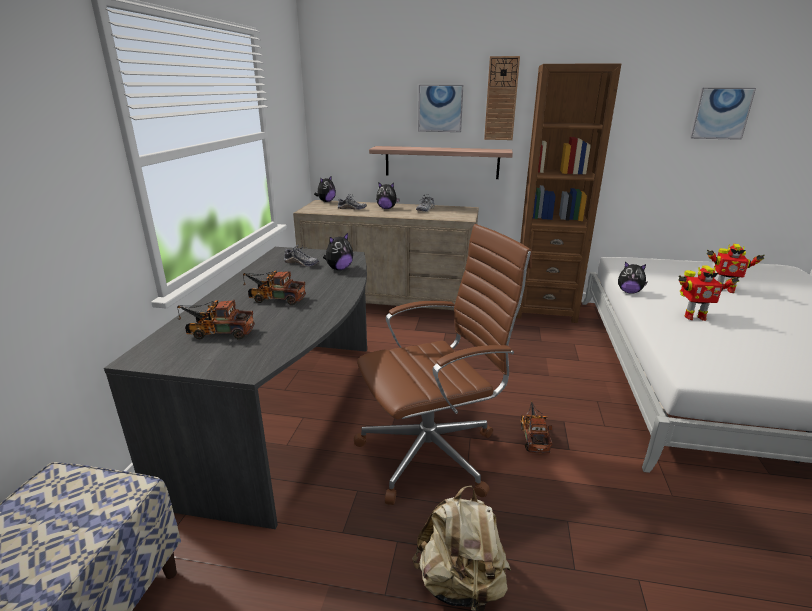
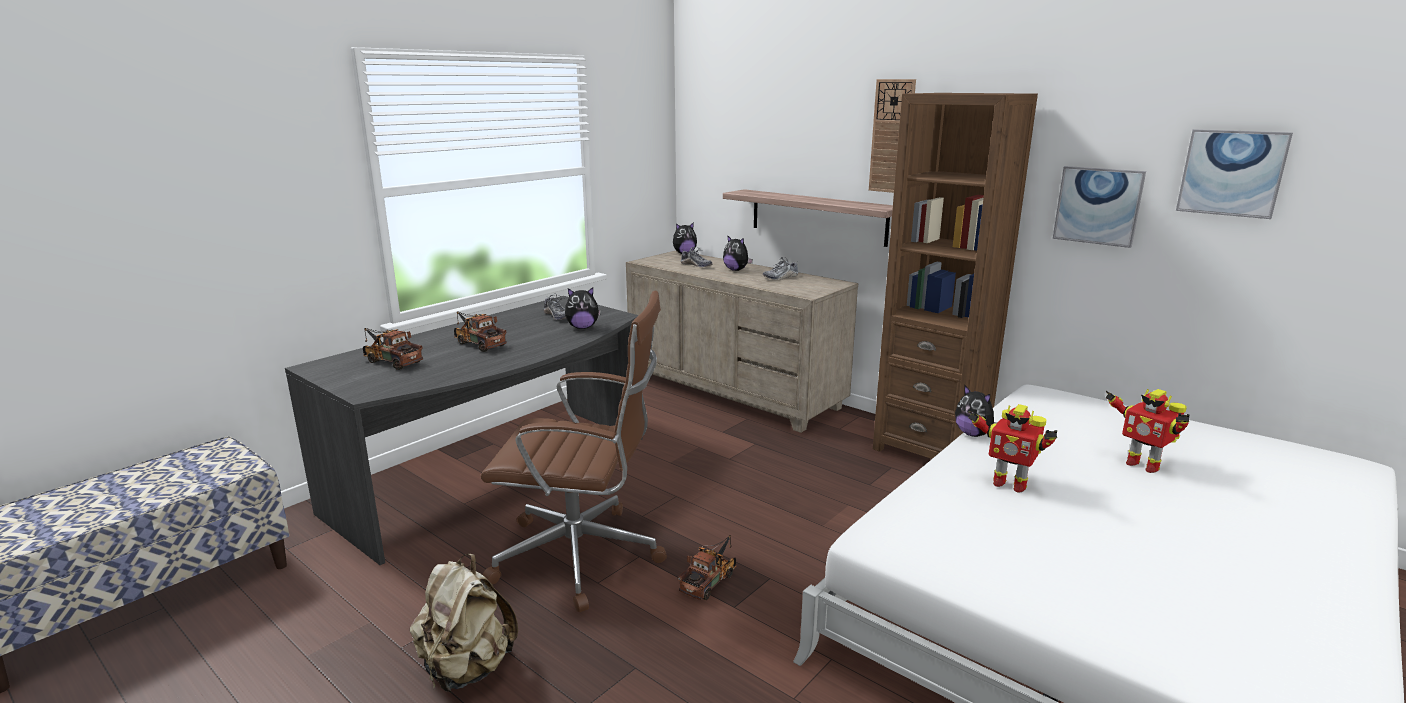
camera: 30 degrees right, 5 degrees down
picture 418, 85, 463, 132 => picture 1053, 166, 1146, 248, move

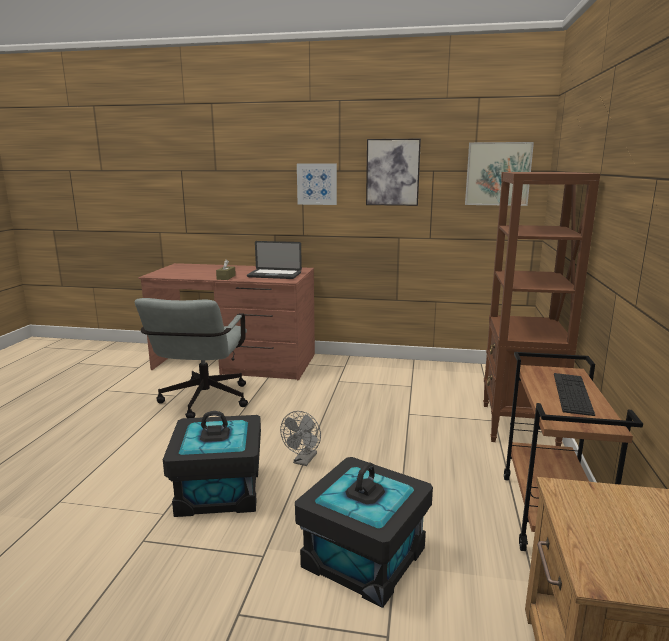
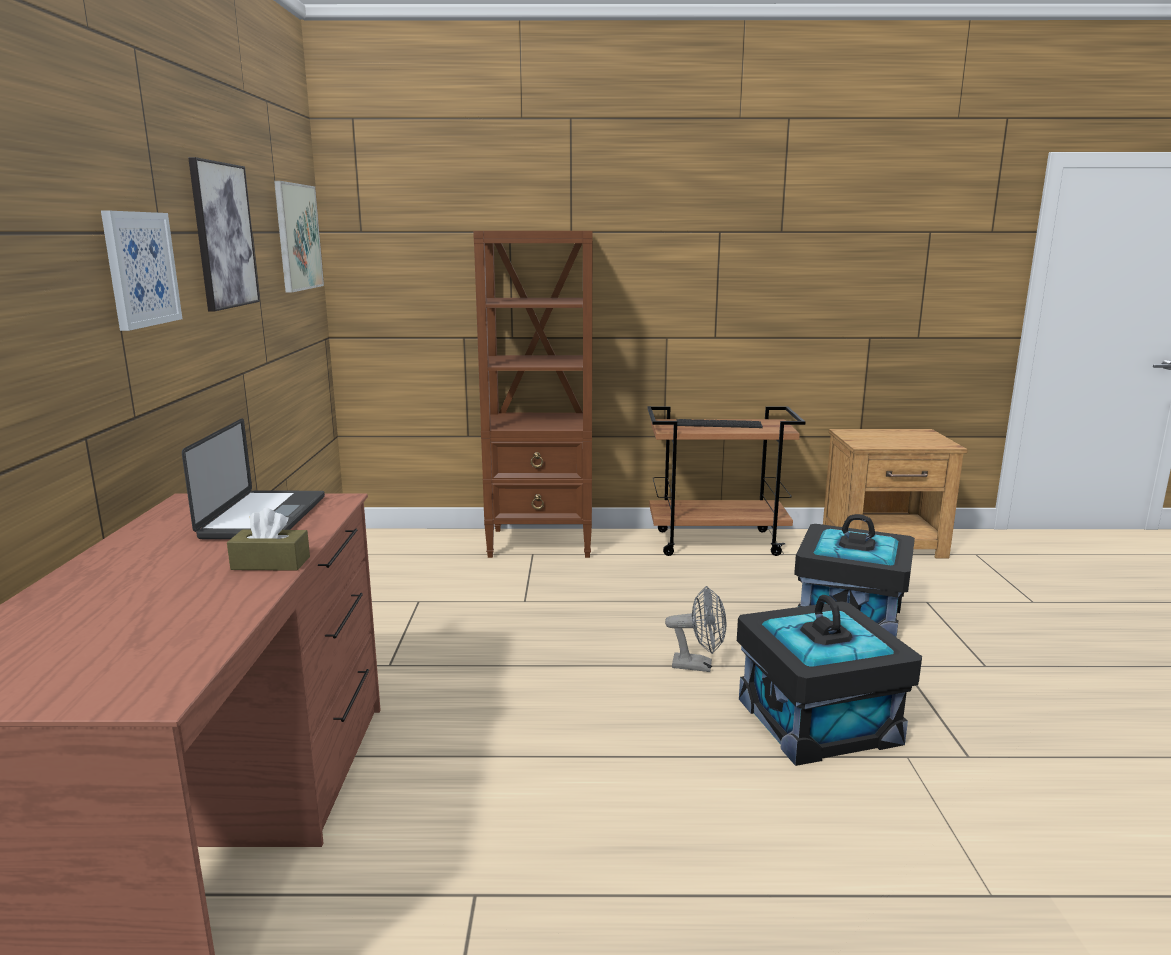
camera: 100 degrees left, 0 degrees up
grey office chair 135, 298, 248, 418 => nothing

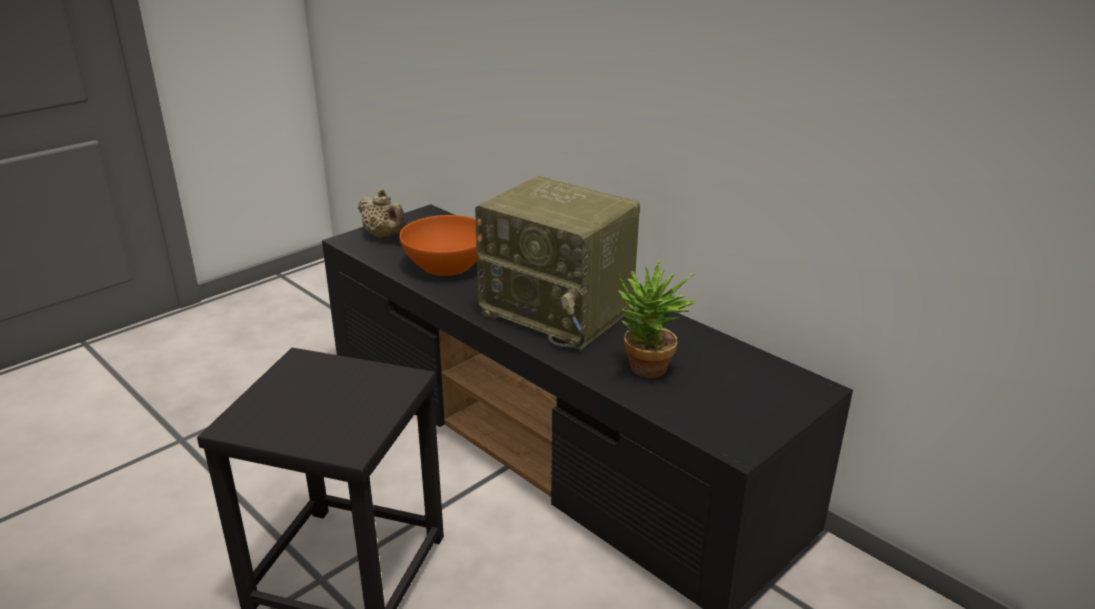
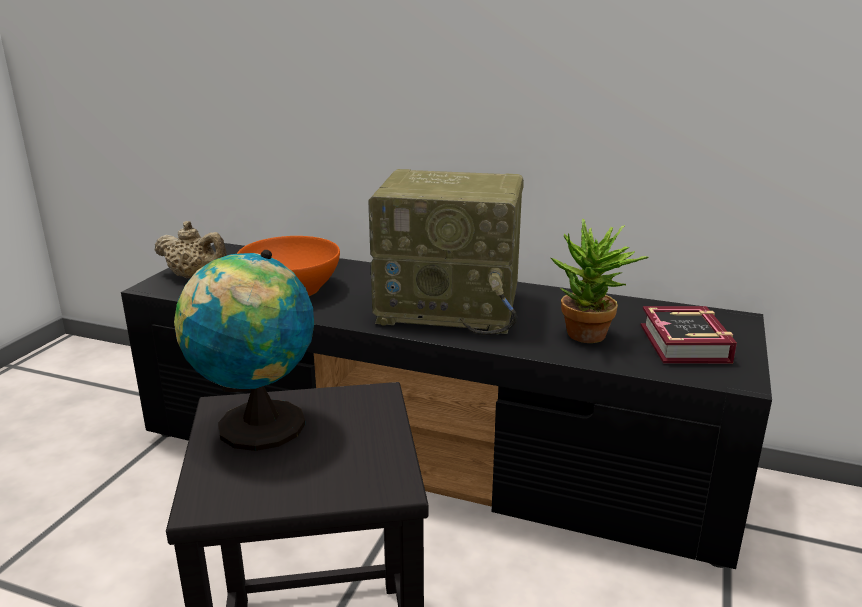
camera: 25 degrees left, 5 degrees down
nothing => globe 174, 250, 314, 451
nothing => book 641, 306, 737, 364

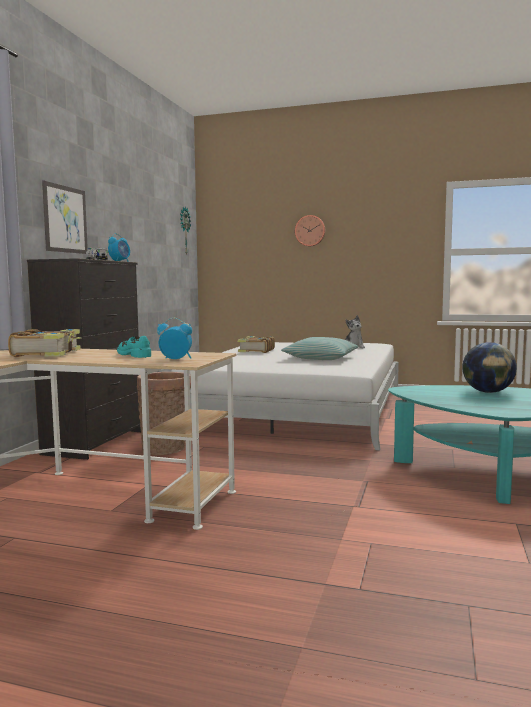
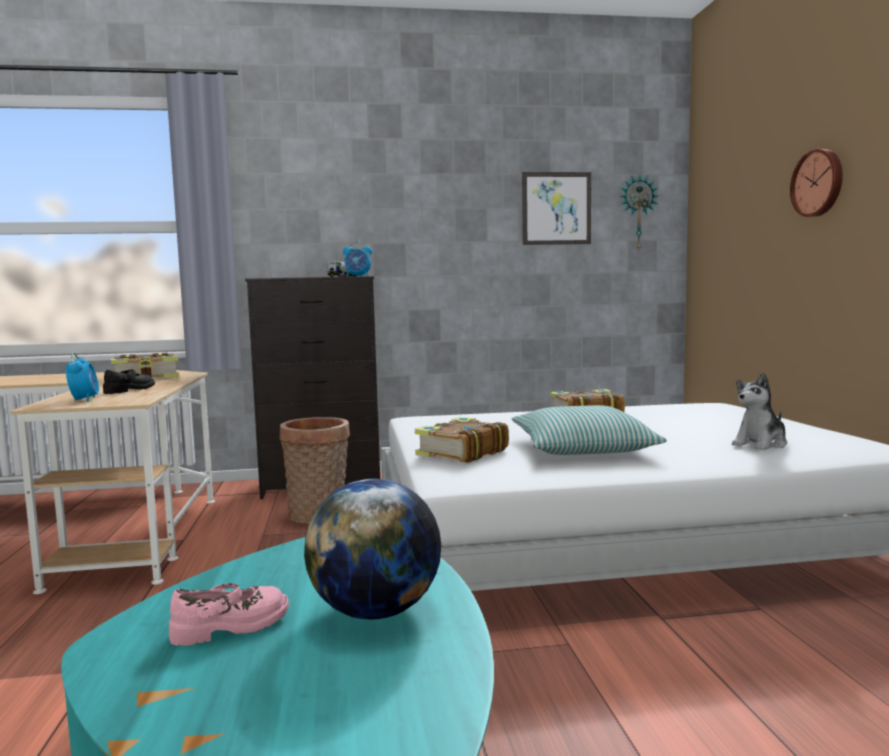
camera: 65 degrees right, 0 degrees up
picture 42, 181, 88, 254 => picture 522, 172, 591, 245, move
turquoise shoe 117, 336, 151, 358 => black shoe 103, 370, 155, 394
nothing => pink shoe 169, 583, 289, 646
nothing => book 415, 417, 509, 463

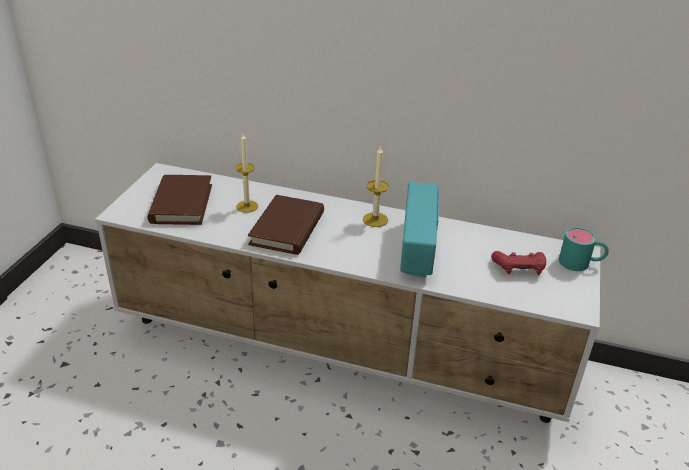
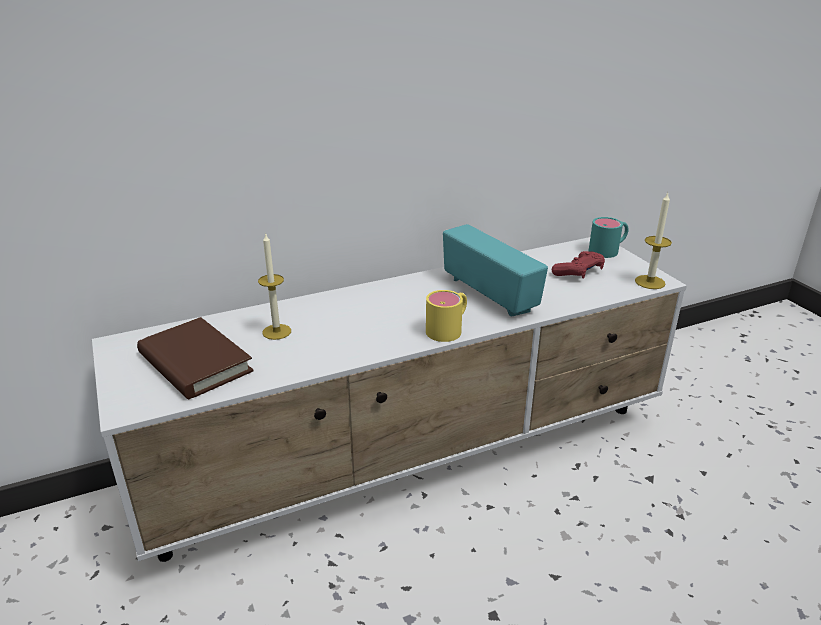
camera: 40 degrees left, 5 degrees down
brown book 248, 195, 324, 255 => nothing
candle 363, 145, 389, 227 => candle 635, 193, 672, 289, move
nothing => yellow mug 426, 290, 467, 342

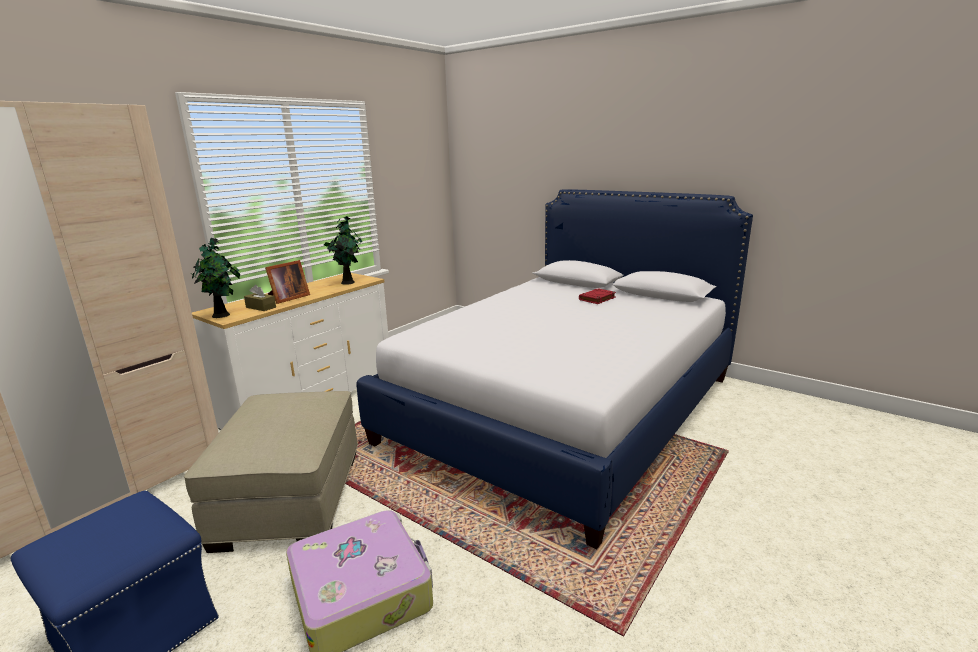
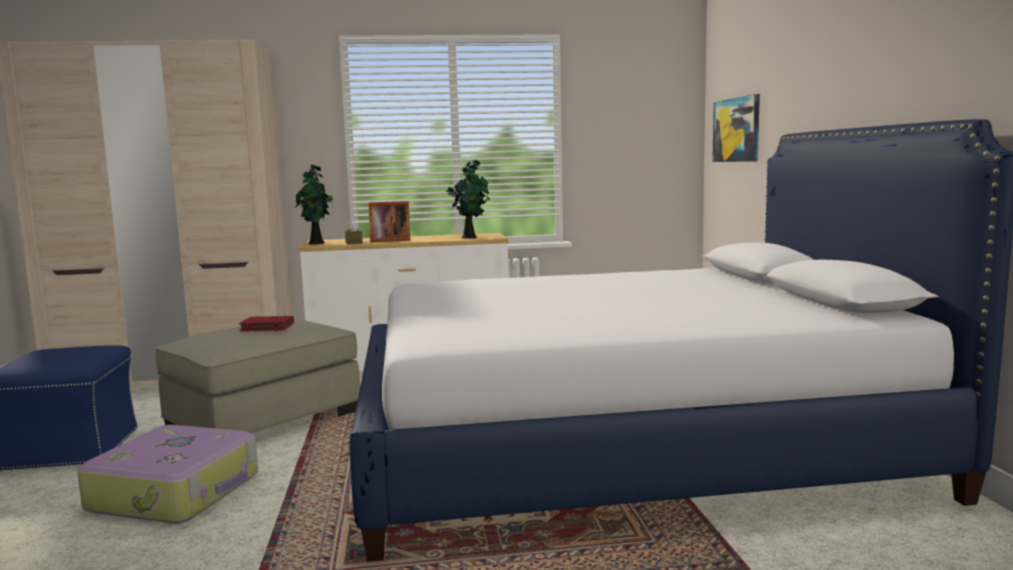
camera: 45 degrees right, 10 degrees down
red book 579, 288, 616, 304 => red book 239, 316, 294, 332, move
nothing => picture 712, 94, 760, 162

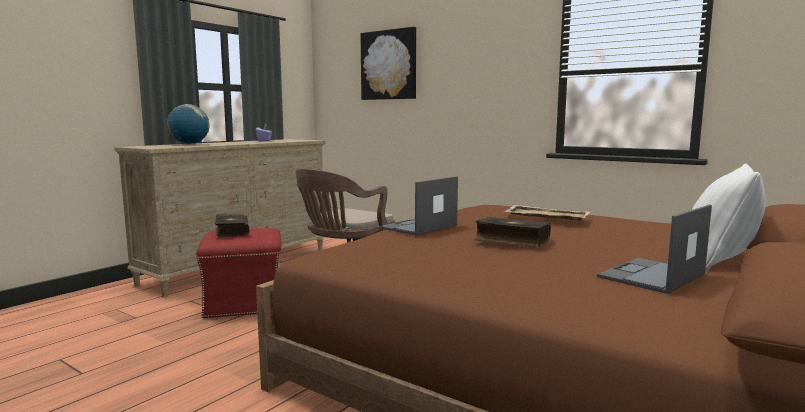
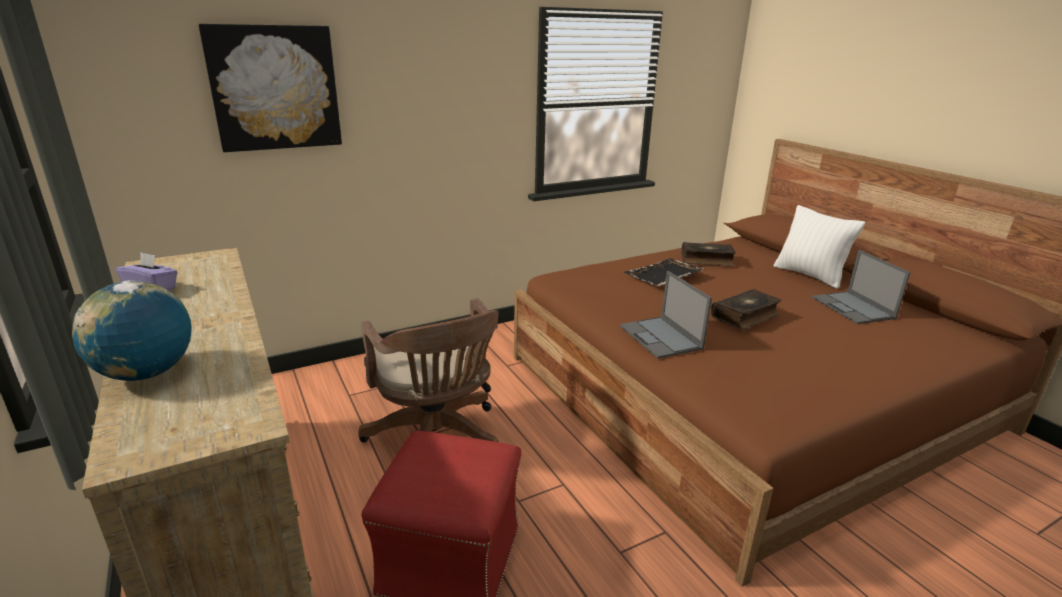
camera: 65 degrees left, 15 degrees up
book 215, 214, 249, 237 => book 681, 242, 736, 266, move
beige tray 504, 205, 590, 221 => black tray 623, 258, 705, 286

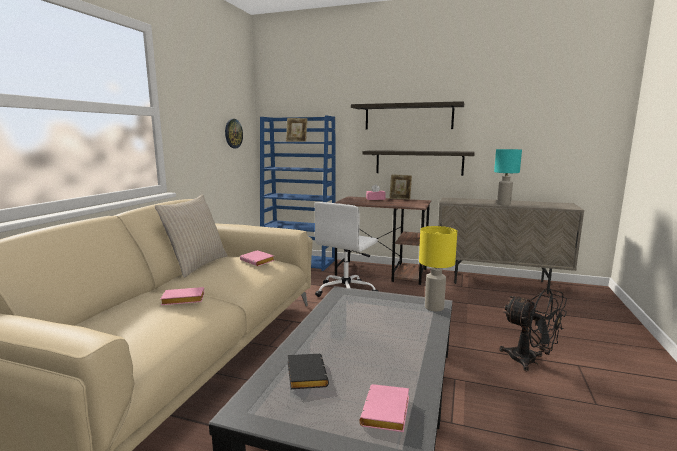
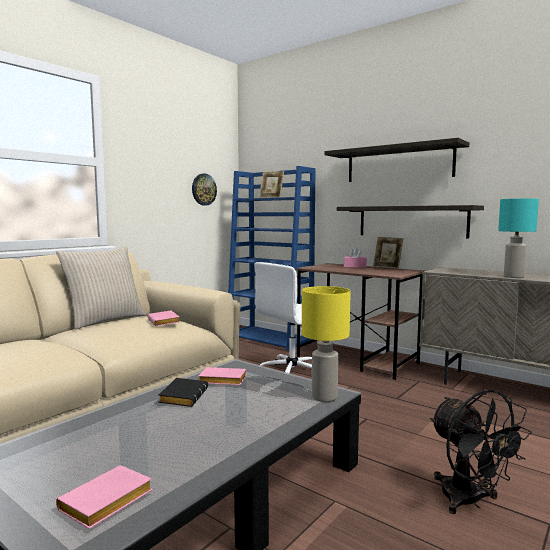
camera: 20 degrees right, 5 degrees down
pink book 161, 287, 204, 305 => pink book 199, 367, 246, 385, move
black book 288, 354, 329, 389 => black book 158, 378, 208, 407, move

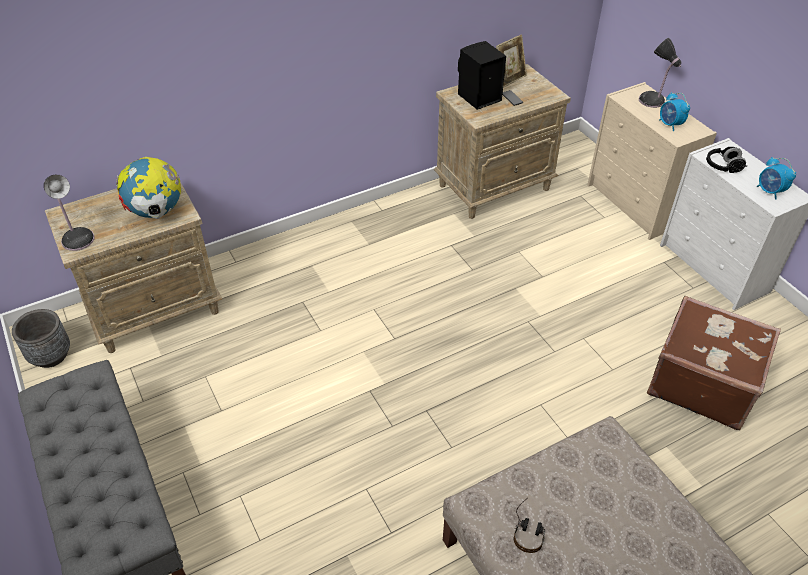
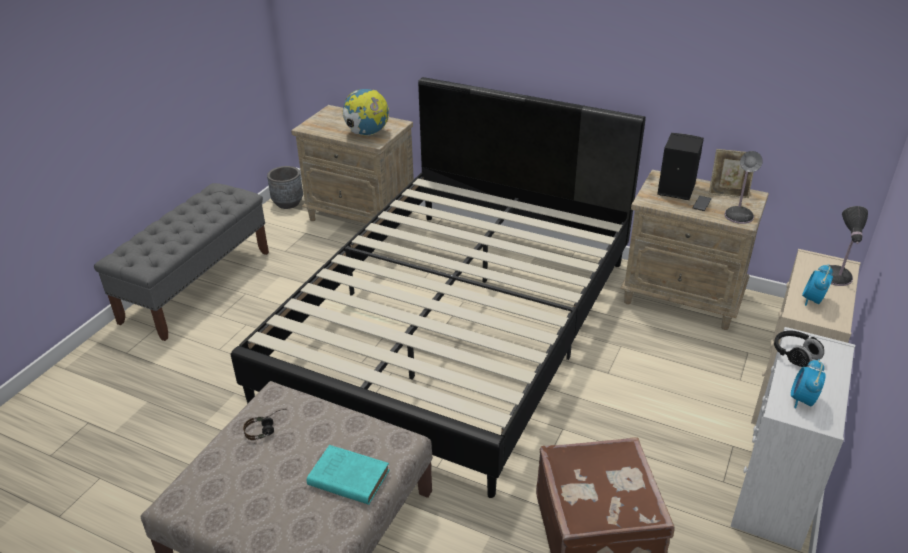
camera: 55 degrees right, 10 degrees down
table lamp 44, 175, 95, 251 => table lamp 724, 151, 763, 224, move
nothing => black bed 231, 77, 646, 498
nothing => turquoise book 307, 445, 390, 505

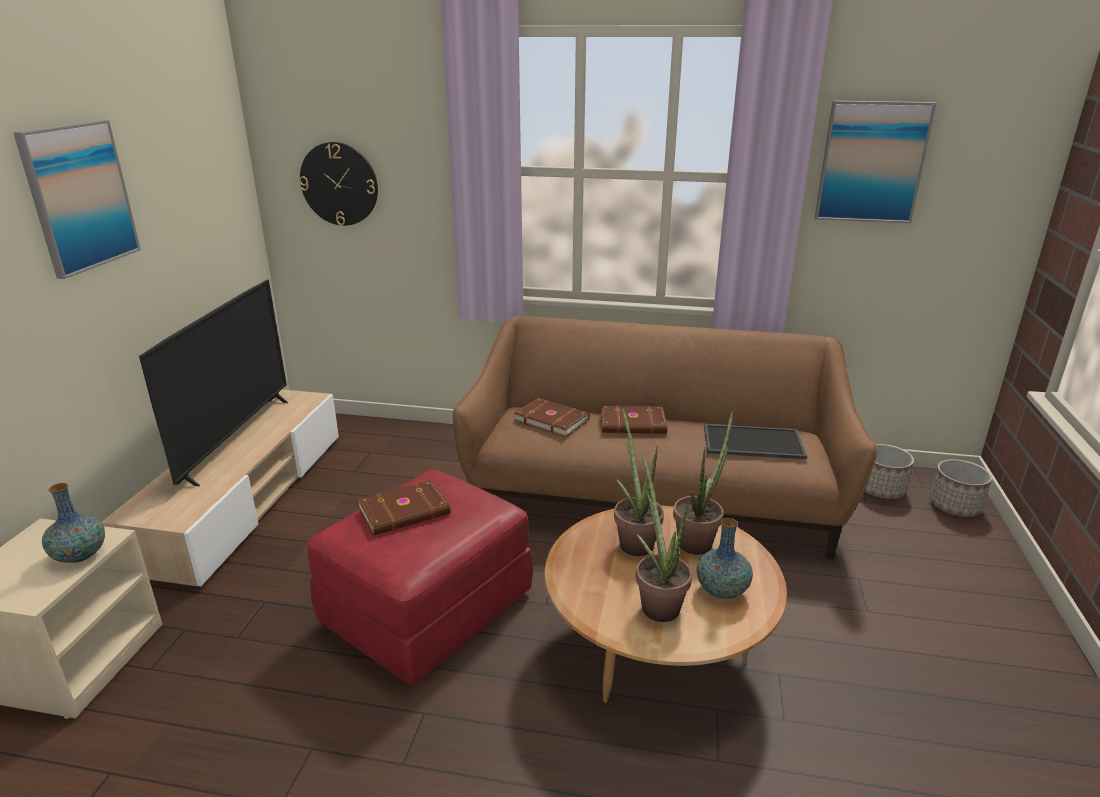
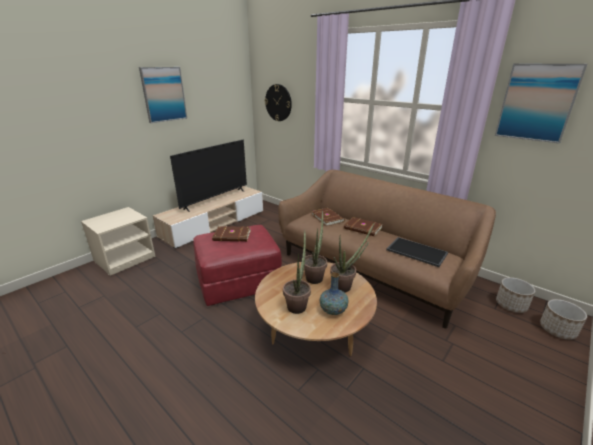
camera: 30 degrees right, 0 degrees up
vase 42, 483, 105, 563 => nothing

